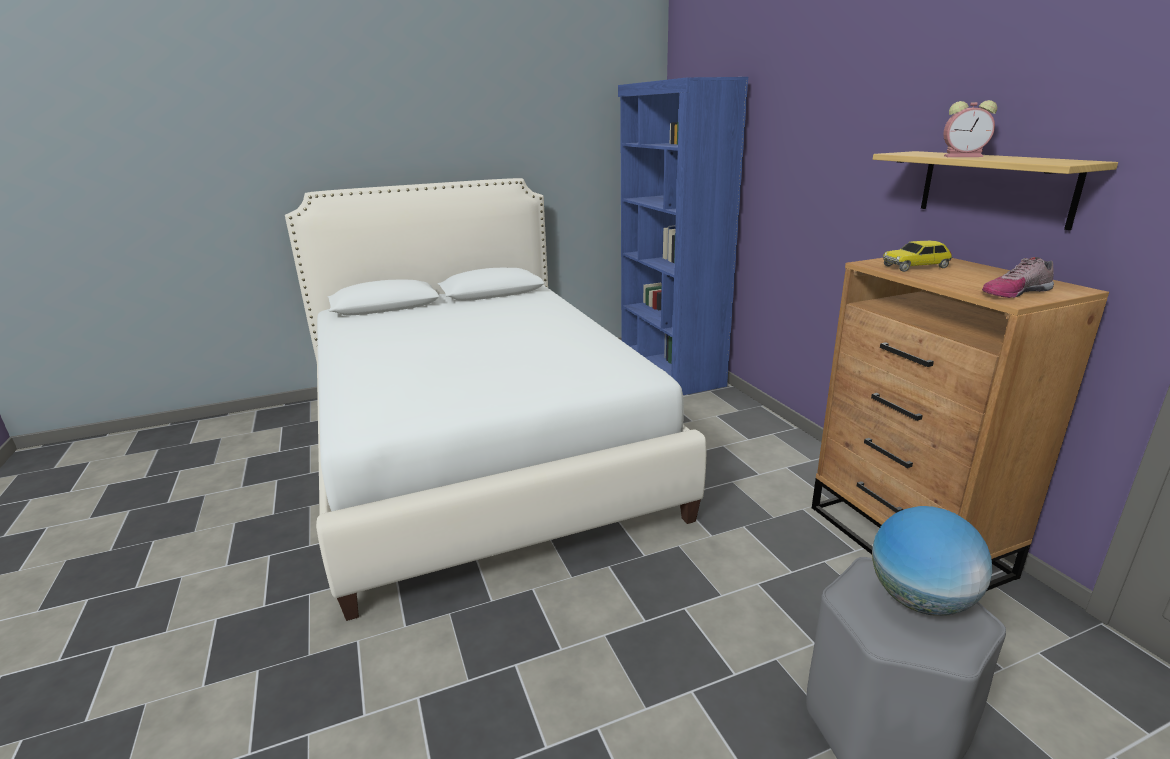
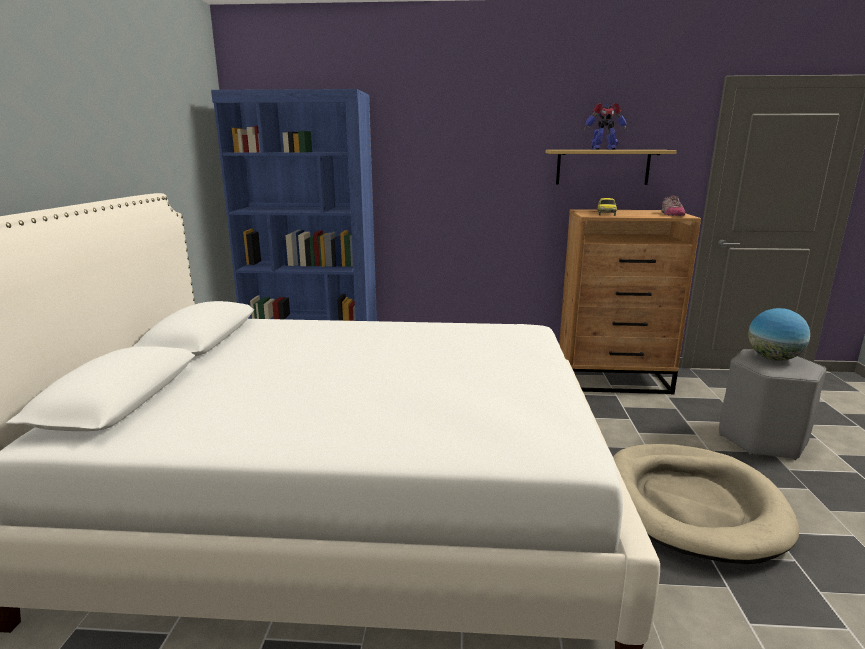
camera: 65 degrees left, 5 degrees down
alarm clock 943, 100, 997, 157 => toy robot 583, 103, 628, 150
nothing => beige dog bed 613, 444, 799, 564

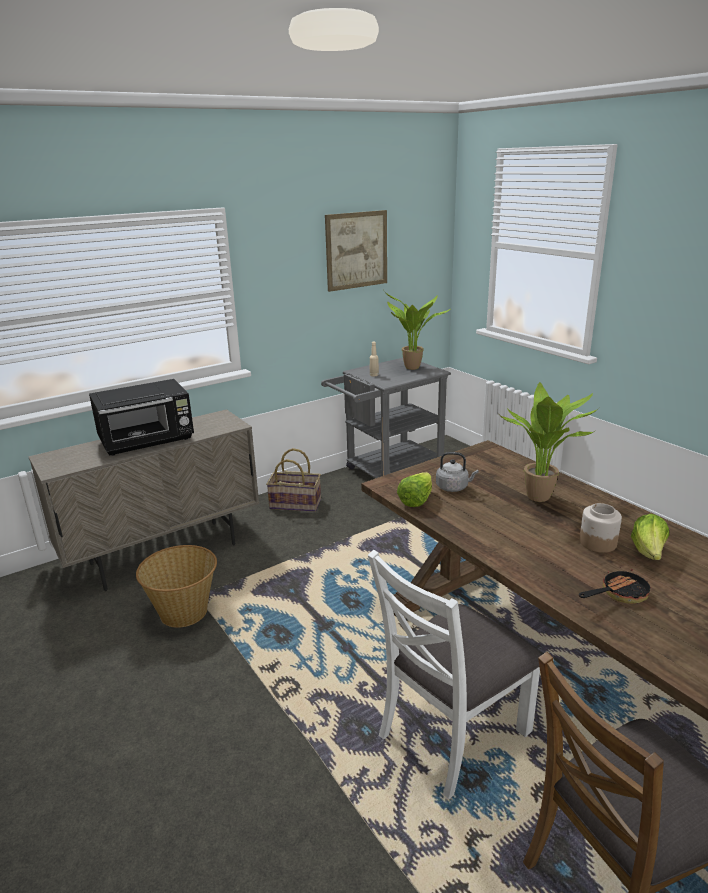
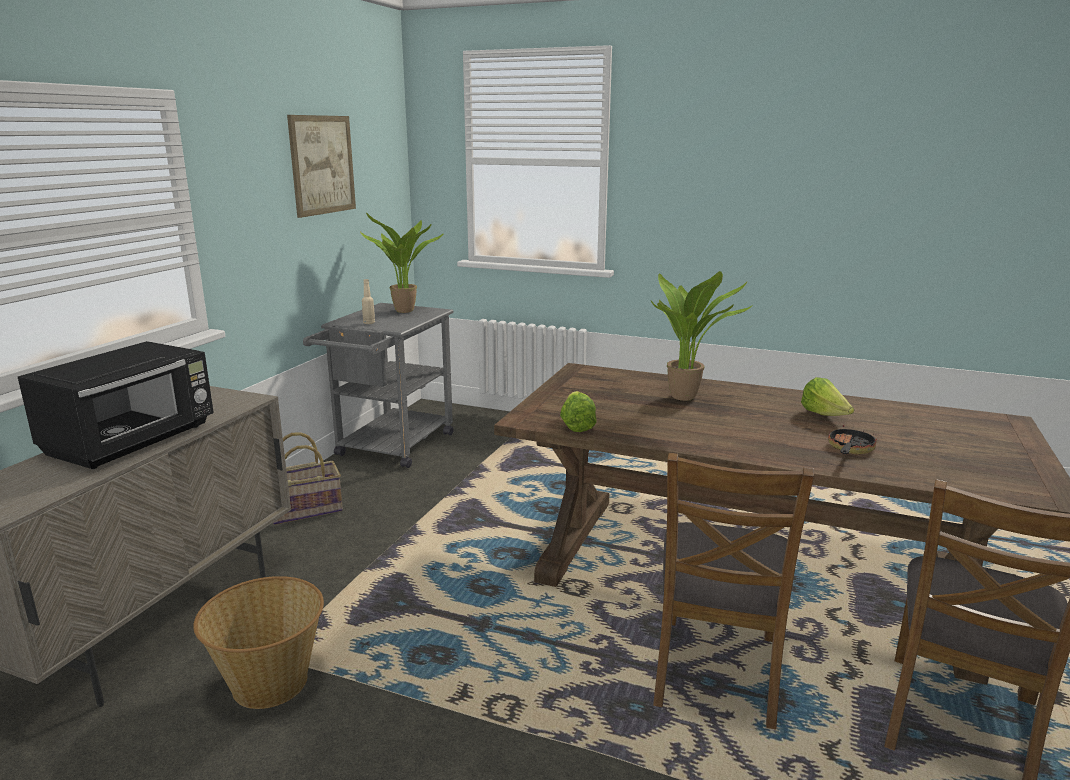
camera: 35 degrees left, 5 degrees down
white chair 368, 550, 541, 799 => brown chair 653, 453, 814, 730
grey kettle 436, 452, 479, 492 => nothing
jar 579, 503, 622, 553 => nothing

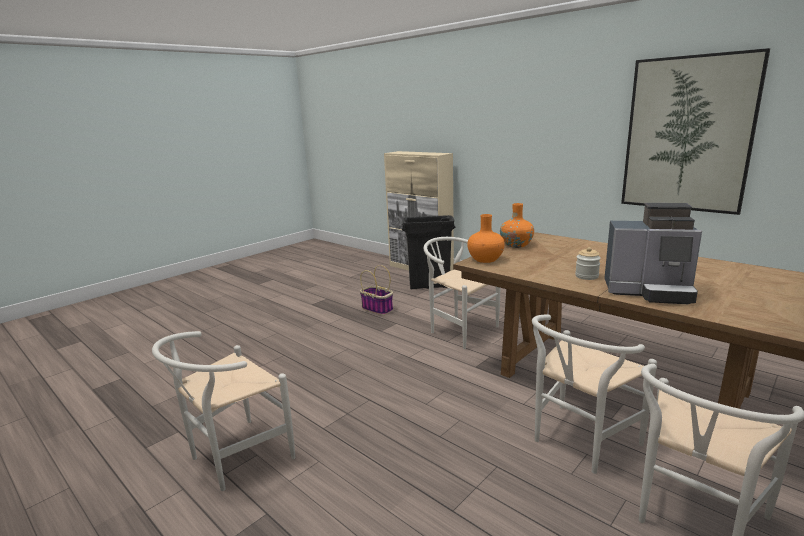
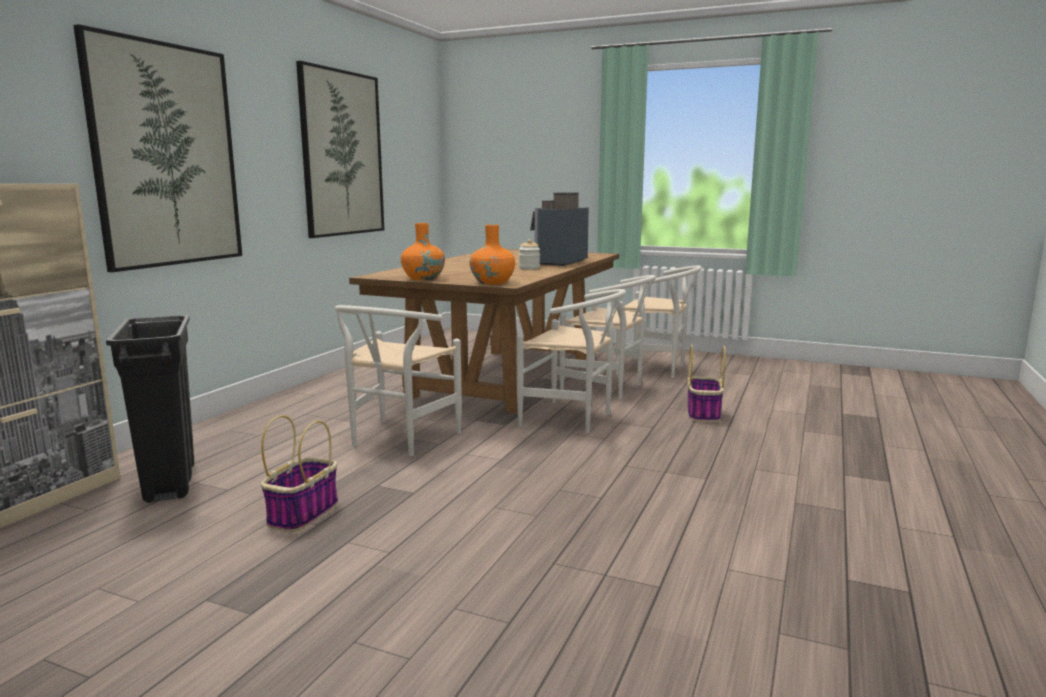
camera: 110 degrees left, 5 degrees down
white chair 152, 331, 295, 491 => white chair 516, 289, 626, 434, move
coffee machine 604, 203, 702, 304 => coffee machine 530, 192, 589, 266, 150 degrees counterclockwise
nothing => picture 73, 24, 242, 272
nothing => basket 687, 344, 726, 422

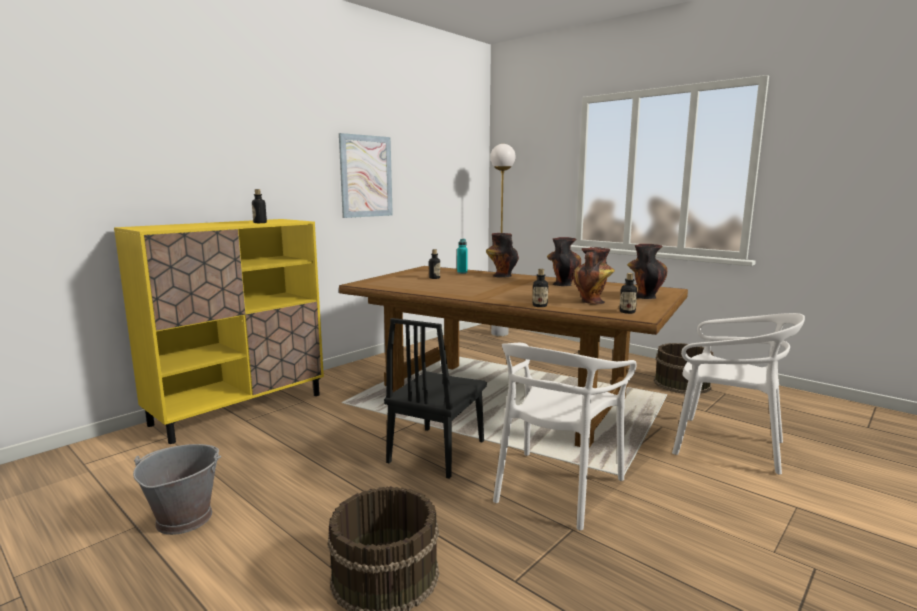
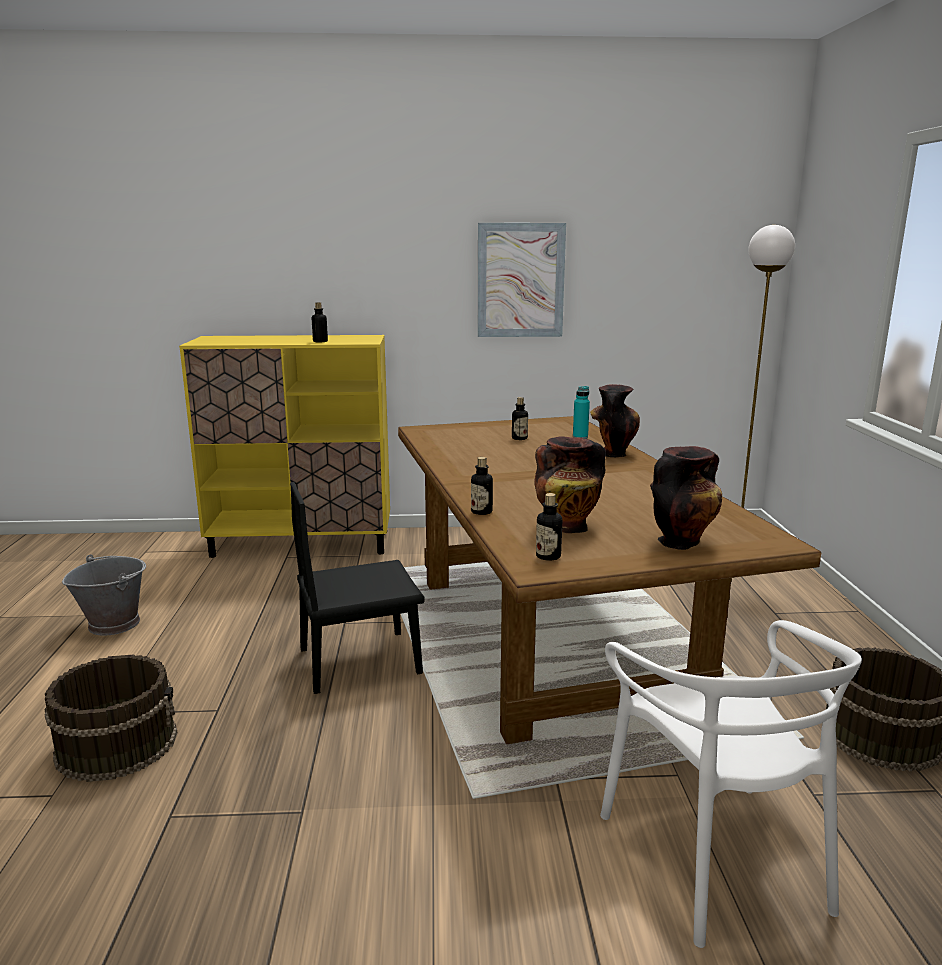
camera: 45 degrees right, 5 degrees up
white chair 493, 343, 637, 530 => nothing
vase 547, 237, 581, 286 => nothing

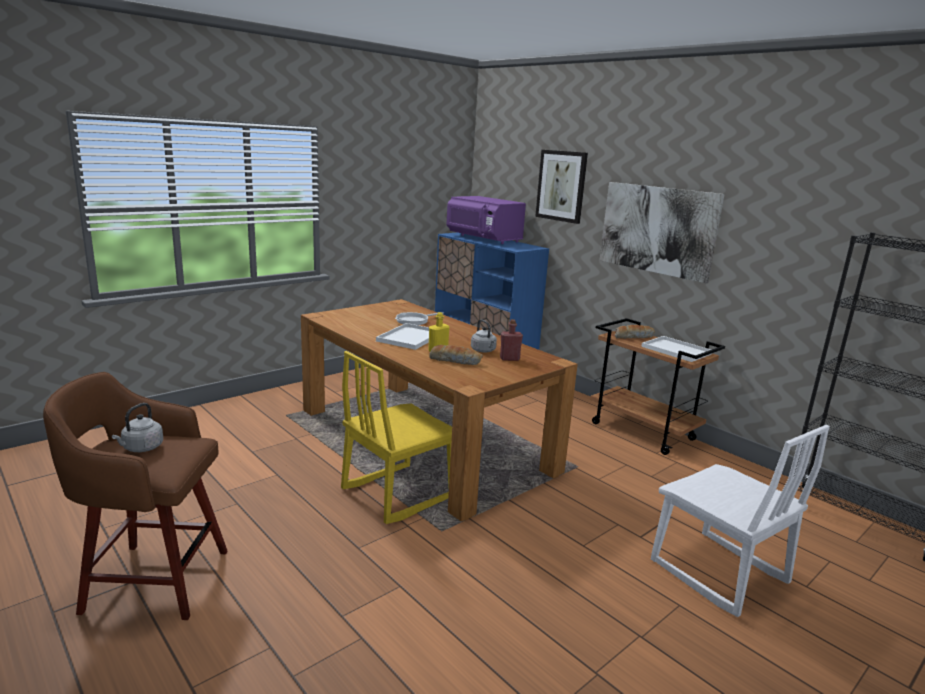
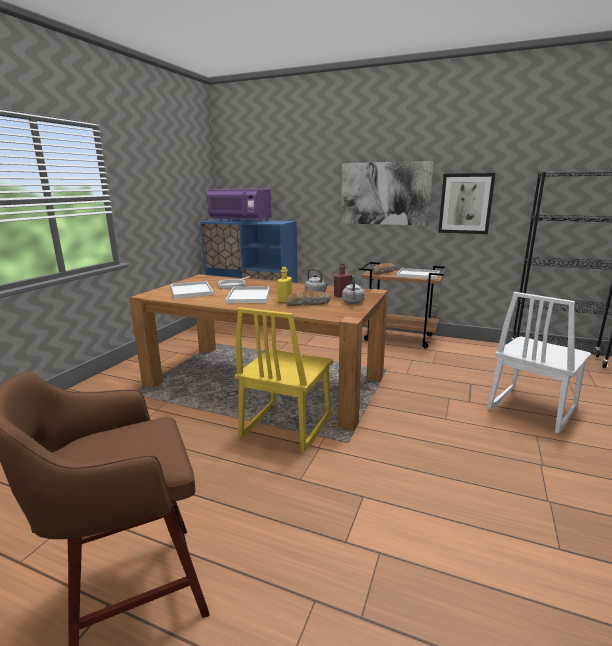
camera: 25 degrees left, 0 degrees up
grey kettle 112, 403, 163, 452 => grey kettle 342, 275, 365, 304, move
picture 535, 150, 588, 224 => picture 438, 173, 496, 234, move
white chair 651, 425, 830, 617 => white chair 487, 292, 592, 433, 105 degrees clockwise
nothing => white tray 171, 281, 213, 299

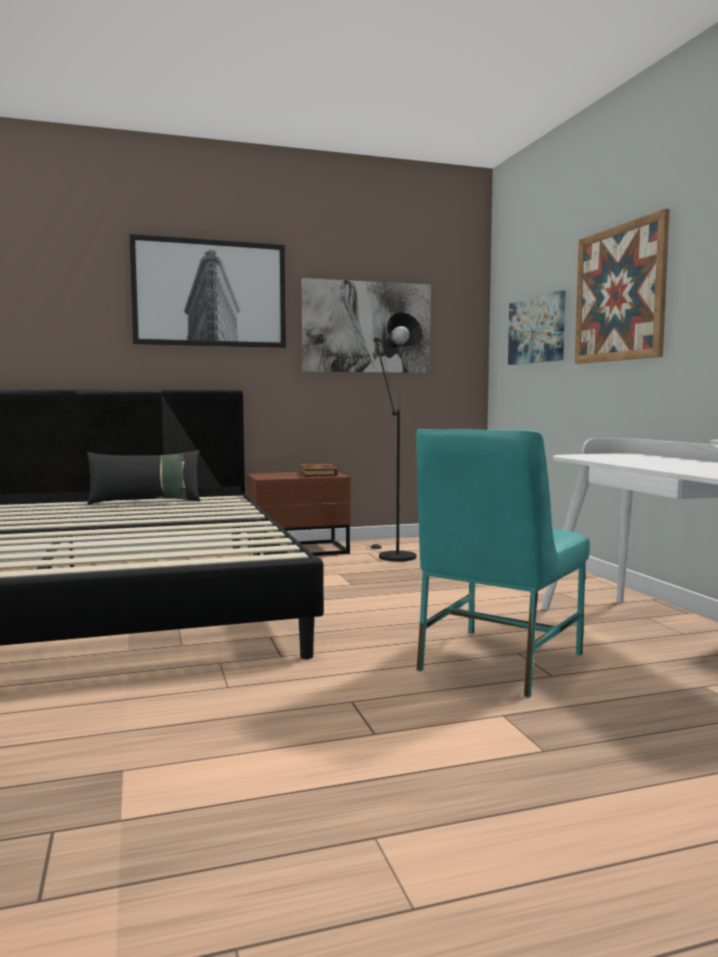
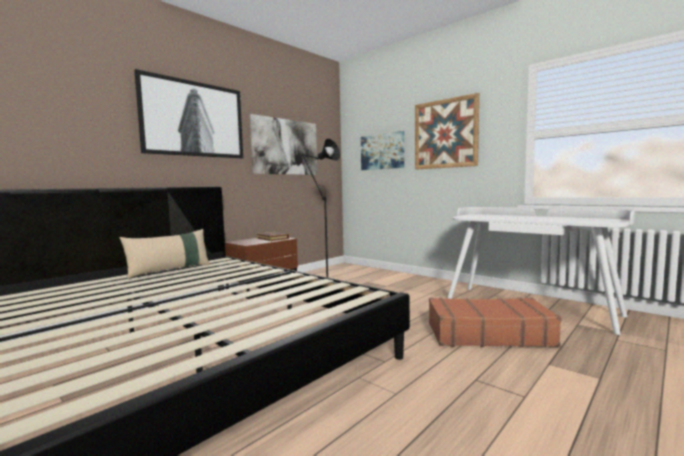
camera: 30 degrees left, 0 degrees up
black pillow 87, 450, 200, 505 => beige pillow 119, 229, 210, 279
turquoise chair 416, 429, 590, 697 => brown suitcase 429, 297, 562, 347

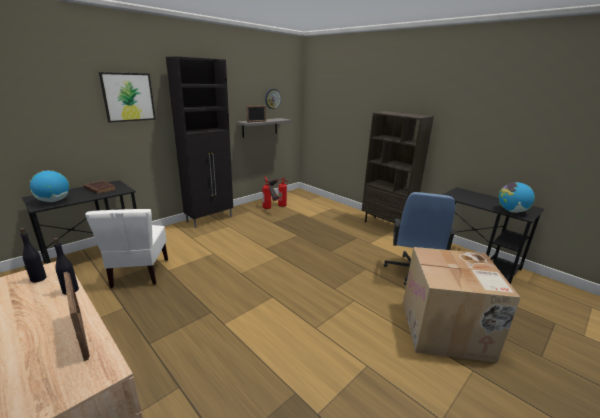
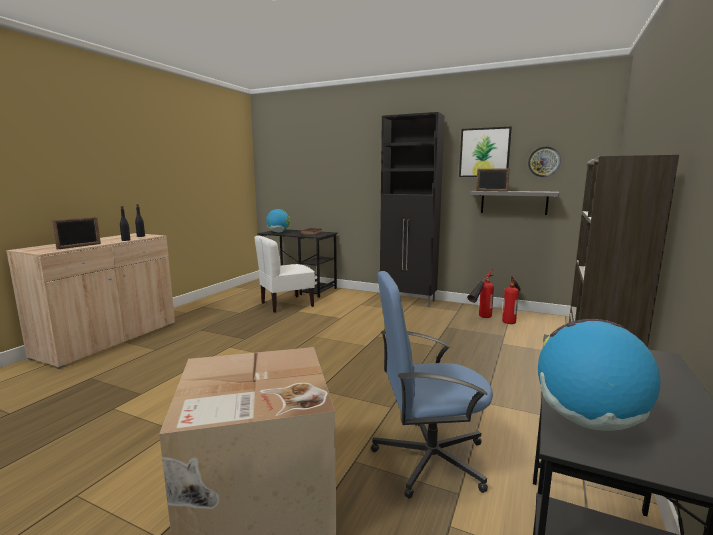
camera: 70 degrees right, 10 degrees down
picture 99, 72, 156, 122 => picture 459, 127, 512, 177, move

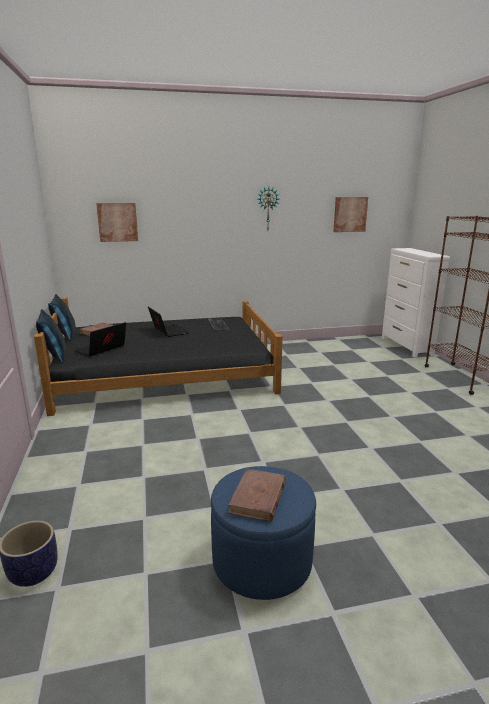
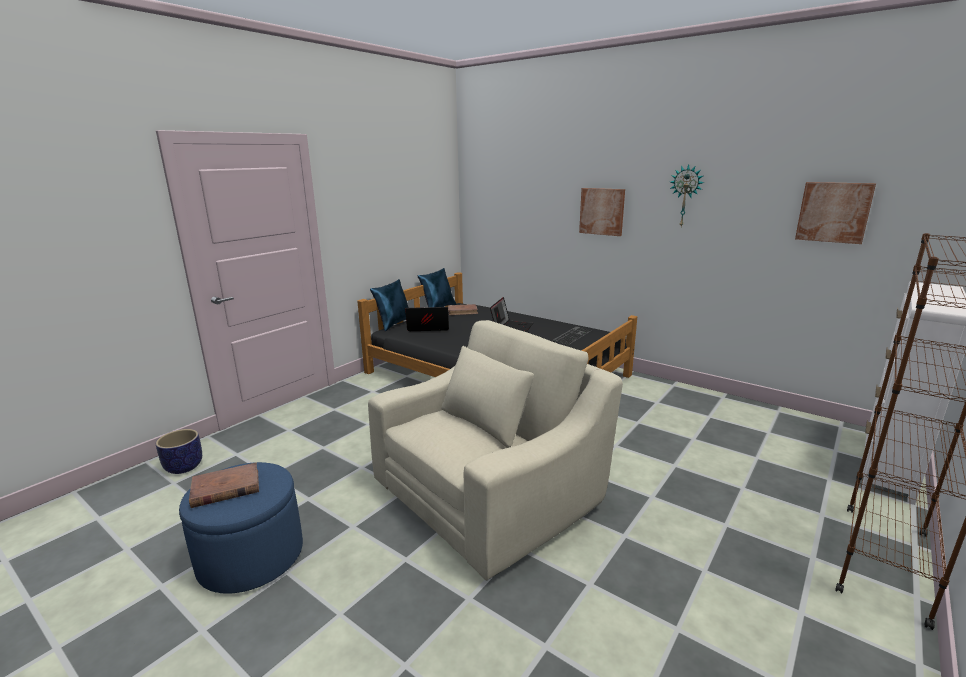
camera: 50 degrees right, 0 degrees up
picture 96, 203, 138, 242 => picture 579, 188, 625, 236, move
nothing => beige armchair 368, 320, 623, 581

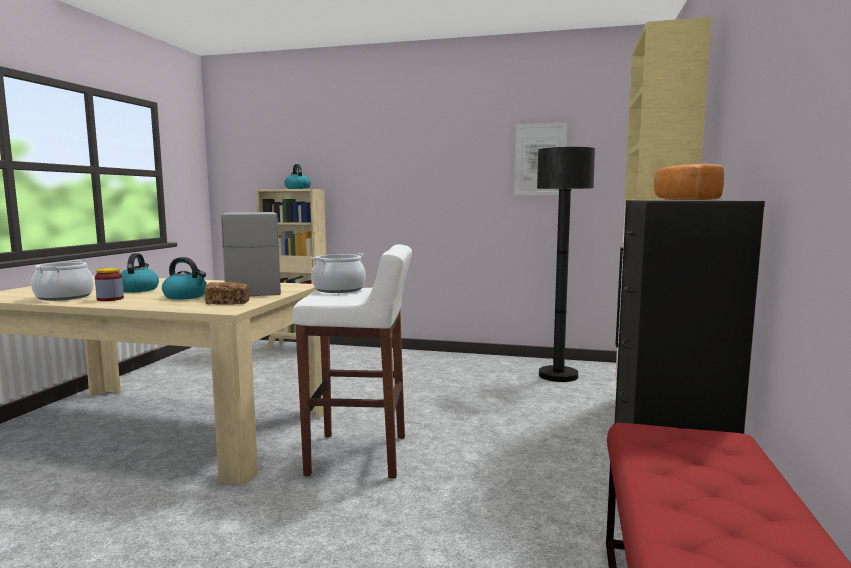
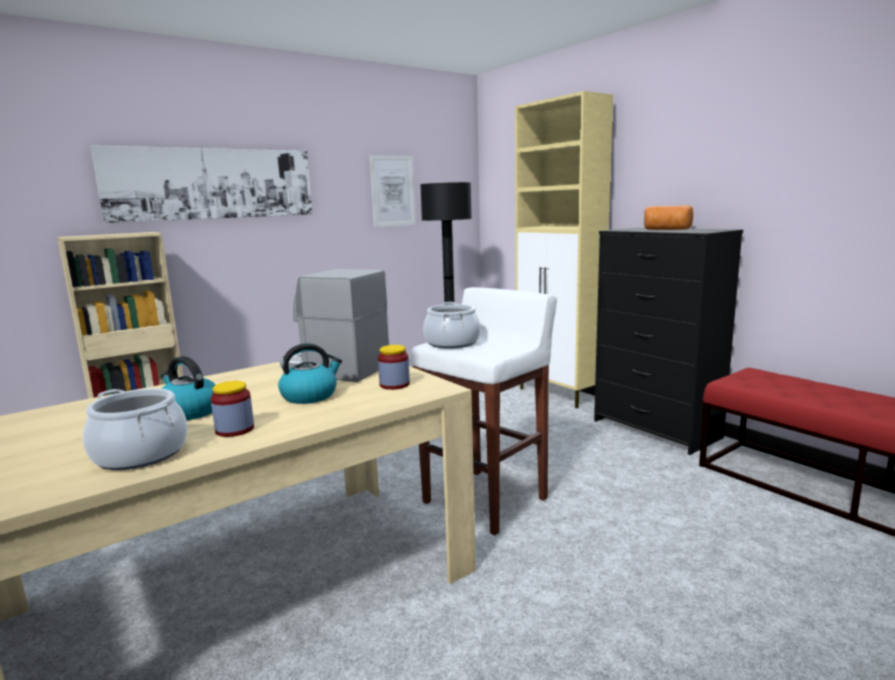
camera: 50 degrees left, 5 degrees up
bread 204, 282, 250, 305 => jar 378, 345, 410, 390
kettle 284, 164, 311, 189 => nothing
nothing => picture 90, 145, 313, 223

